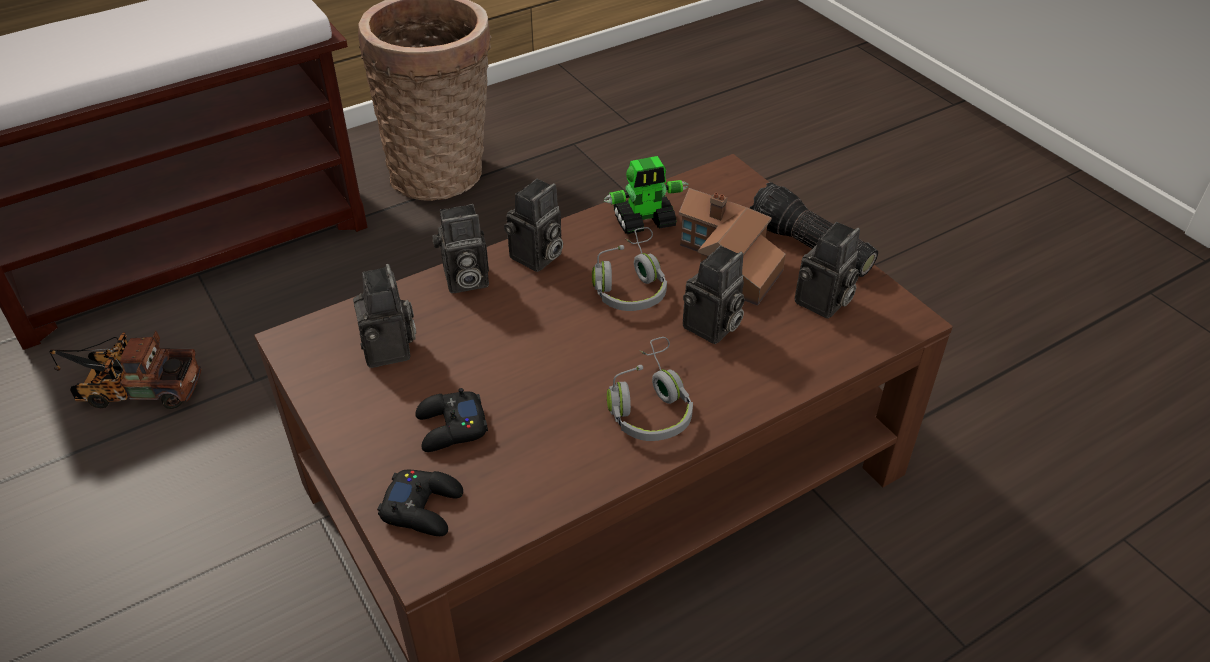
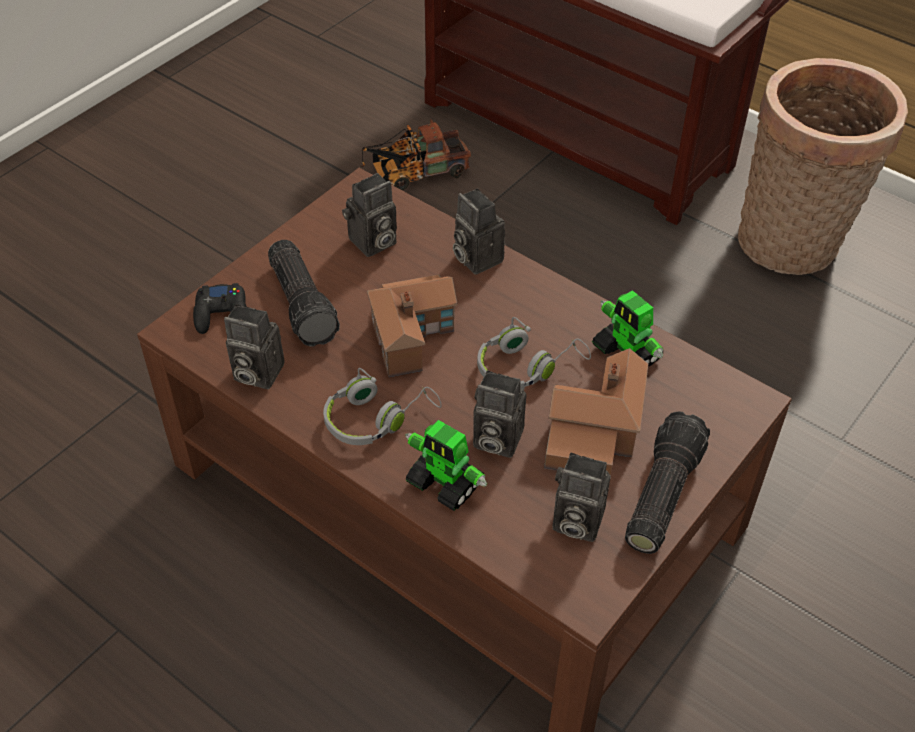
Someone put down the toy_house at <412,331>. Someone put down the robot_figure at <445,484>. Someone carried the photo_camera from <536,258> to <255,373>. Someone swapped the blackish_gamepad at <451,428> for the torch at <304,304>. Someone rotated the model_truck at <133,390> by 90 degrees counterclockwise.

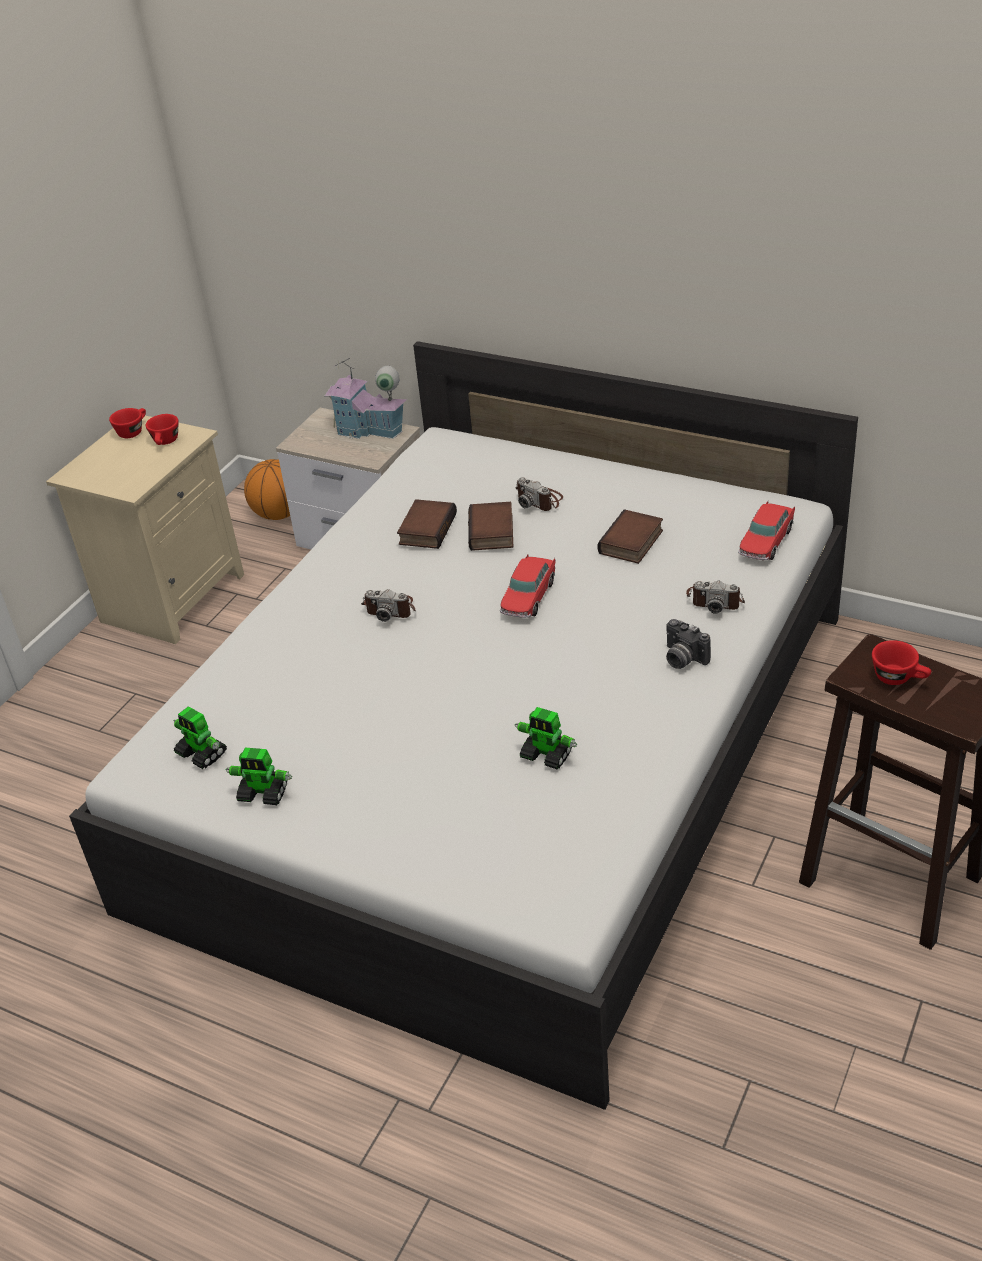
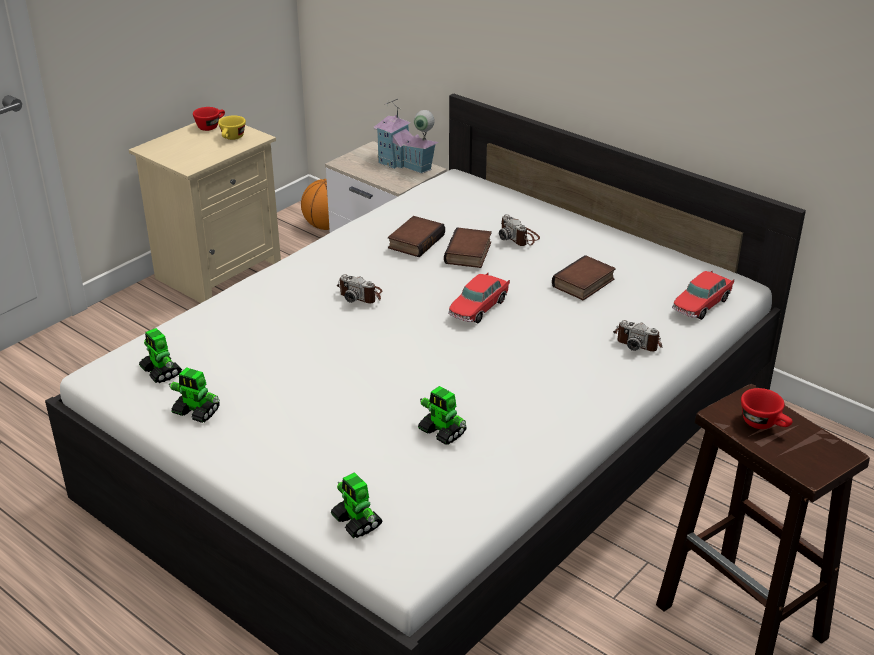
Someone took away the photo_camera at <682,659>. Someone put down the robot_figure at <357,522>. Someone repainted the red-coloured_cup at <165,442>, which became the yellow_cup at <232,138>.

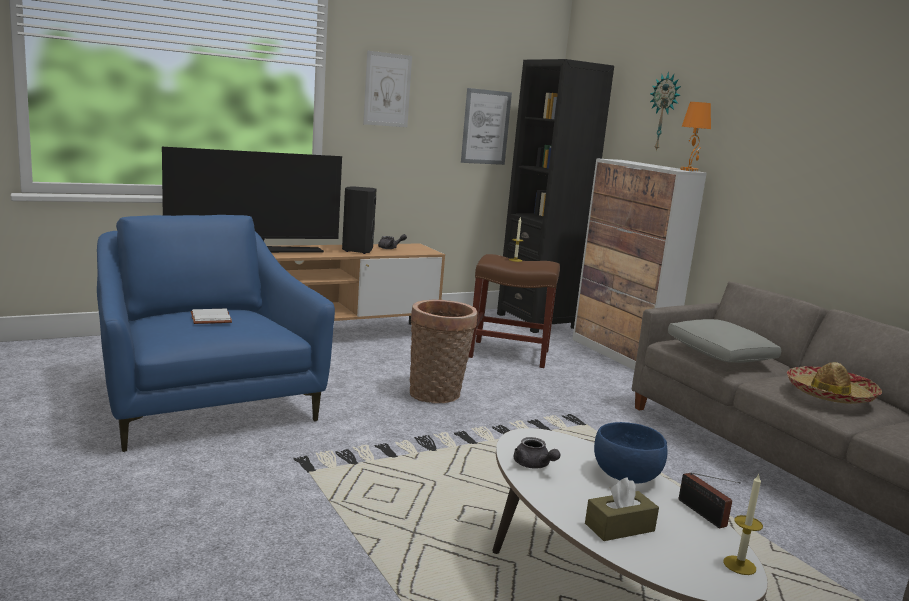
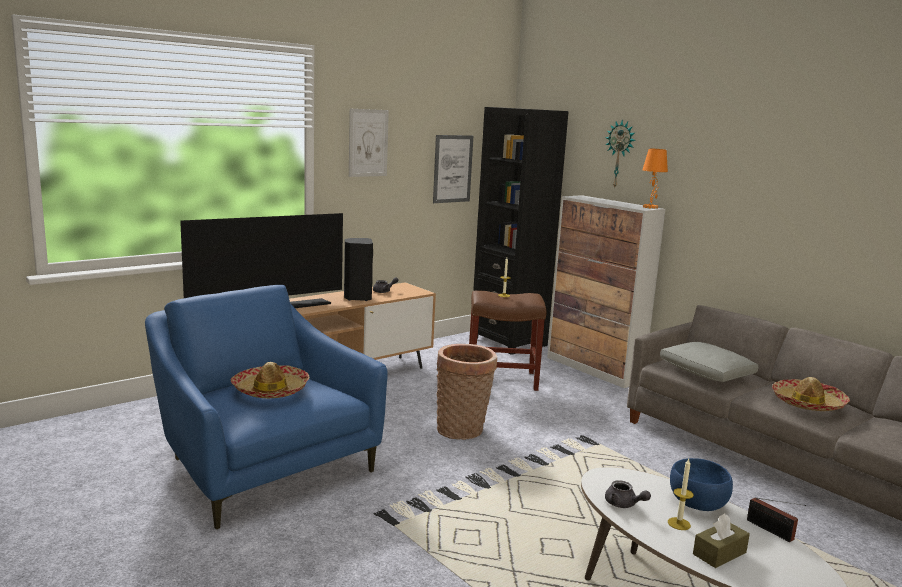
Someone carried the wax_light from <739,565> to <679,523>. Someone swapped the white_book at <209,318> for the wearable_hat at <271,390>.

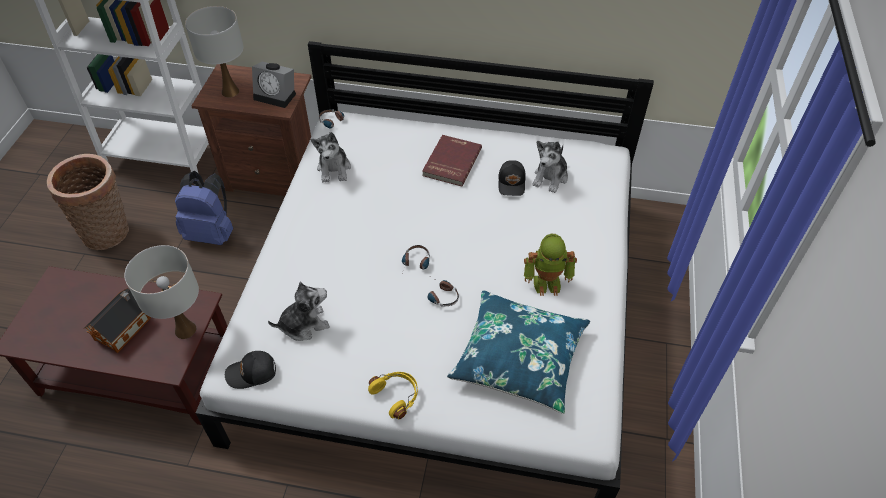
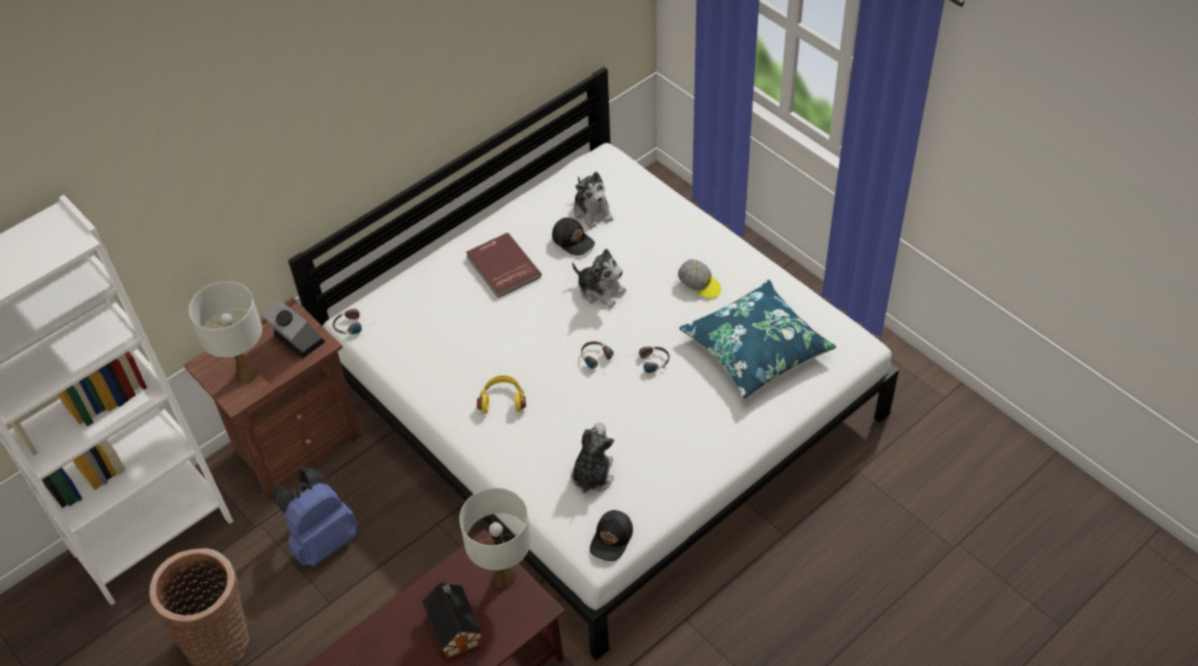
Someone carried the cuddly_toy from <334,168> to <600,291>. Someone carried the yellow_pair_of_headphones from <396,395> to <502,399>. Someone swapped the robot_figure at <547,281> for the peaked_cap at <699,285>. Someone rotated the bedside_clock at <277,96> by 105 degrees counterclockwise.

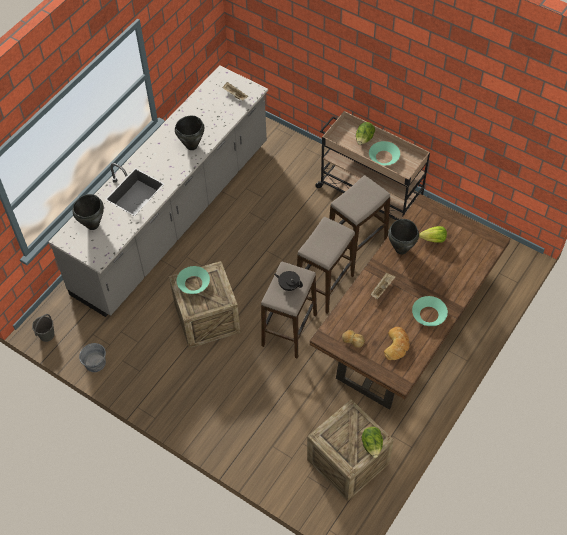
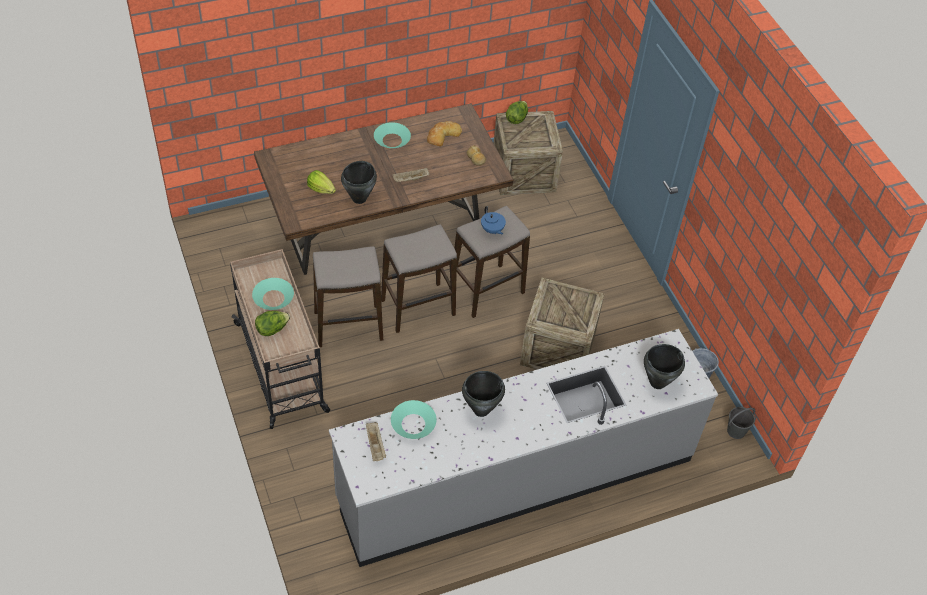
Someone carried the turquoise_bowl from <193,283> to <413,424>. Someone repainted the blackish_teapot at <289,285>, which became the bluish_teapot at <492,230>.

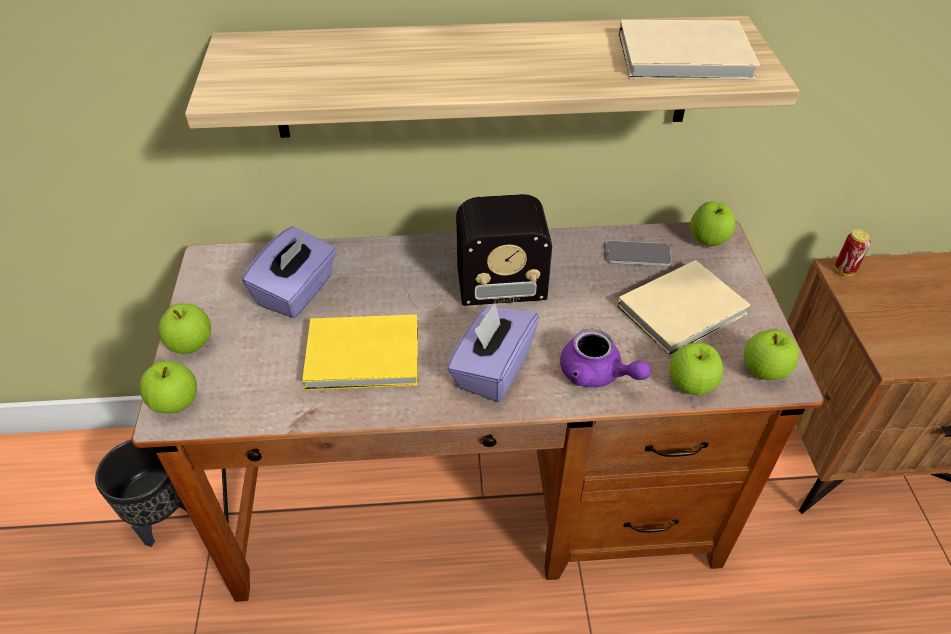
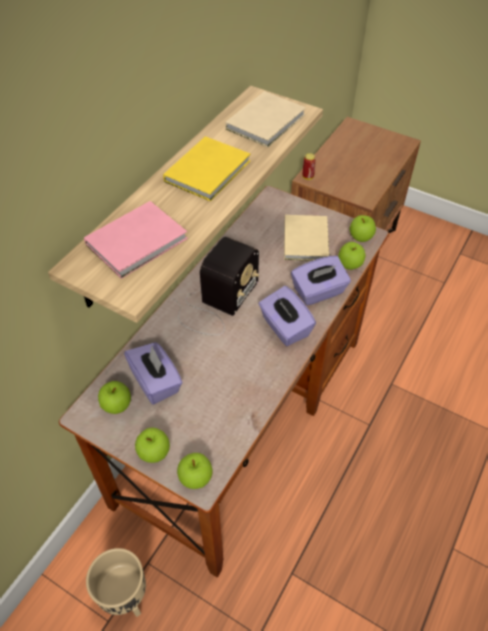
Someone took away the phone at <638,255>. Someone put down the pink_book at <139,241>. Someone carried the yellow_book from <366,357> to <210,170>. Someone carried the whole_apple from <708,240> to <117,405>. Someone swapped the purple_teapot at <597,374> for the purple_box_of_tissues at <319,292>. Someone repainted the blackish_flower_pot at <164,518>, which became the sand-coloured_flower_pot at <125,596>.

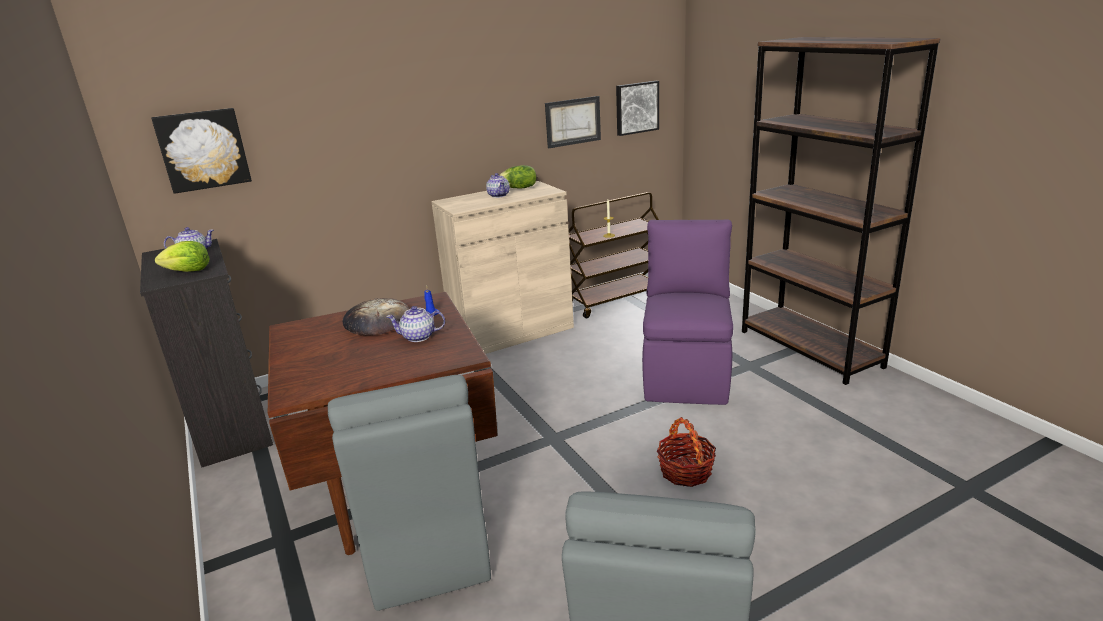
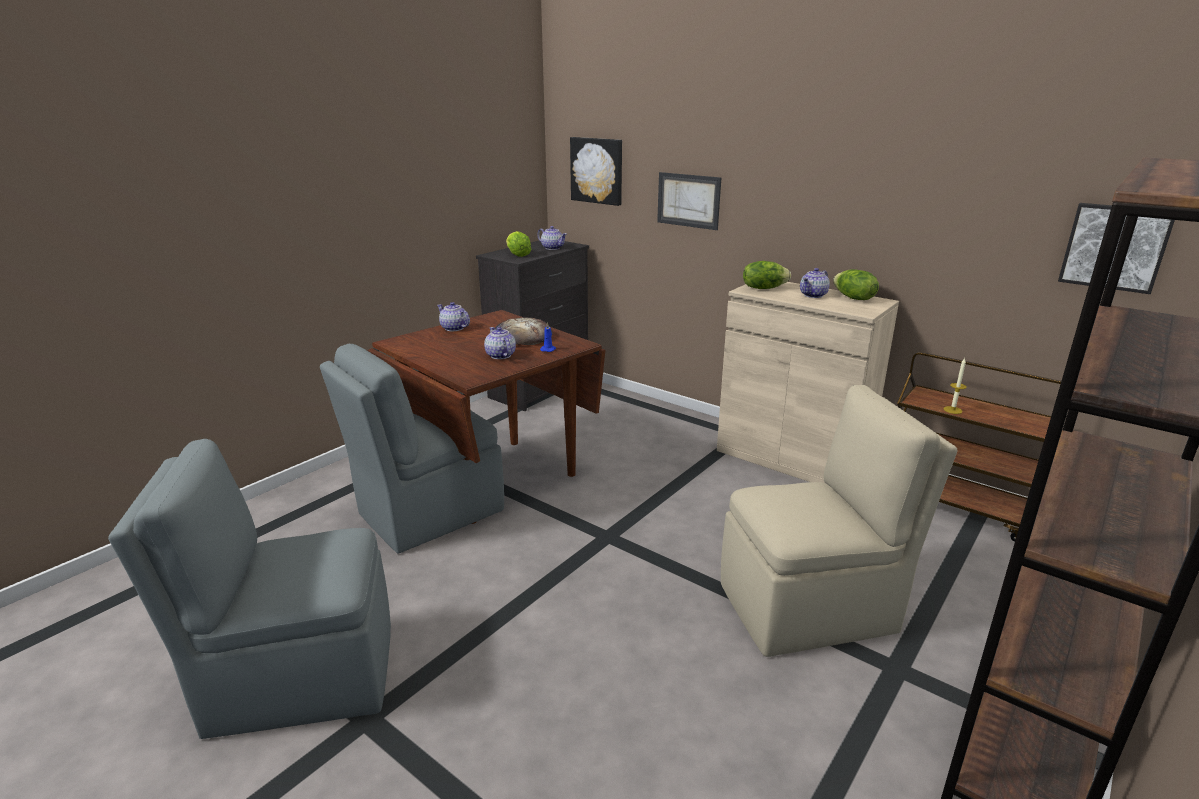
Someone took away the household_basket at <685,471>. Someone put down the teapot at <454,328>. Someone put down the lettuce_head at <763,288>. Someone carried the wall_picture from <573,121> to <688,200>. Someone repainted the purple_upright_chair at <686,375>, which became the sand-coloured_upright_chair at <811,607>.

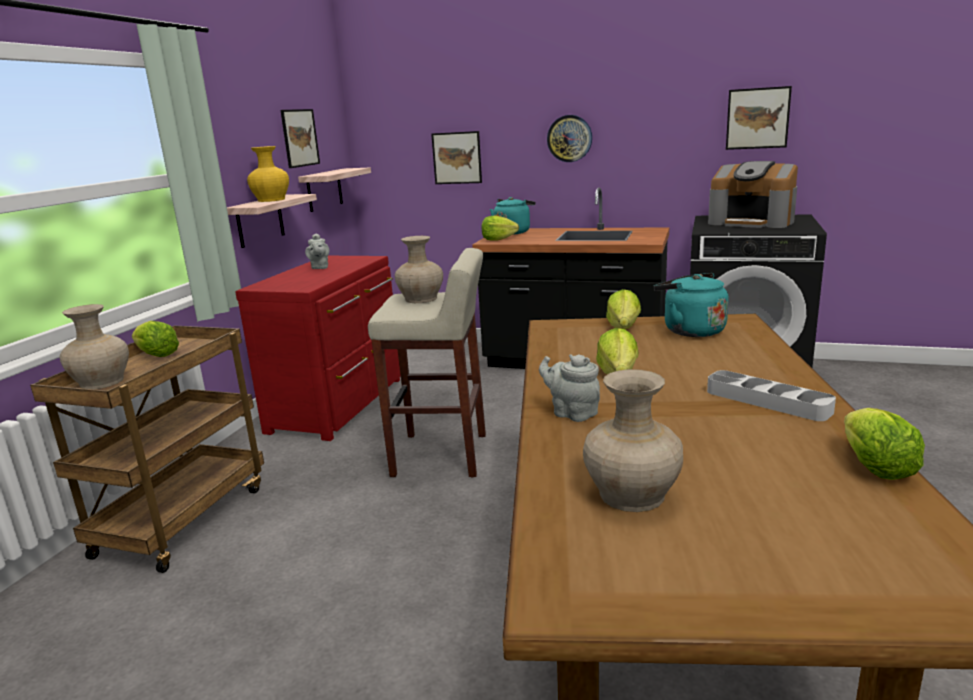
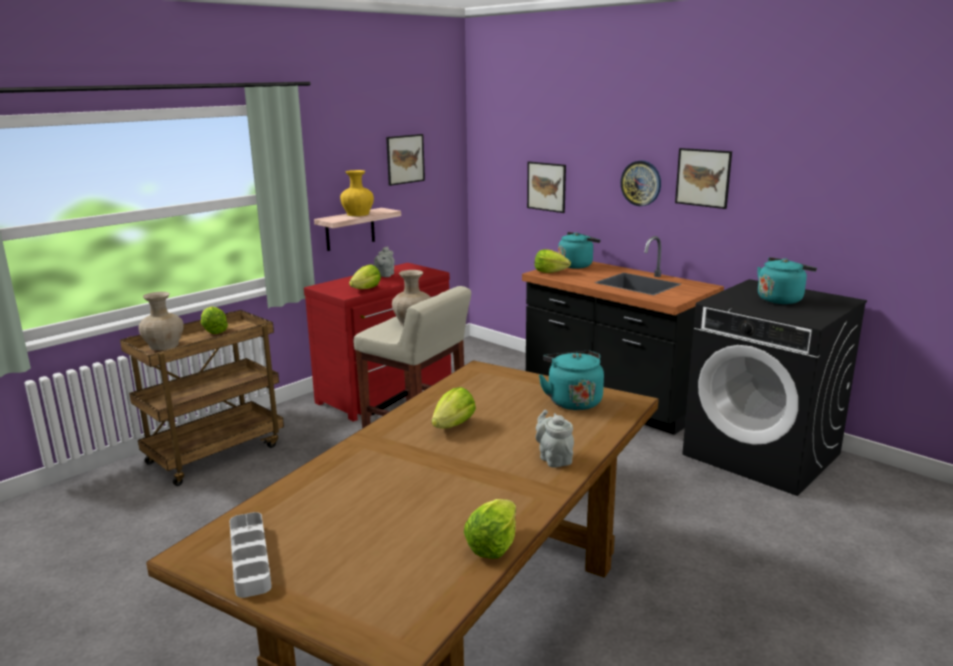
Someone took away the bracket_shelf at <324,190>. Someone took away the sand-coloured_vase at <633,494>. Someone carried the grey_teapot from <572,413> to <554,458>. Someone carried the lettuce_head from <623,328> to <366,289>. Someone carried the grey_carrying_tray from <767,401> to <250,558>. Someone carried the wall_picture from <757,118> to <703,178>. Someone swapped the coffee_brewer at <752,222> for the turquoise_tea_kettle at <781,299>.

